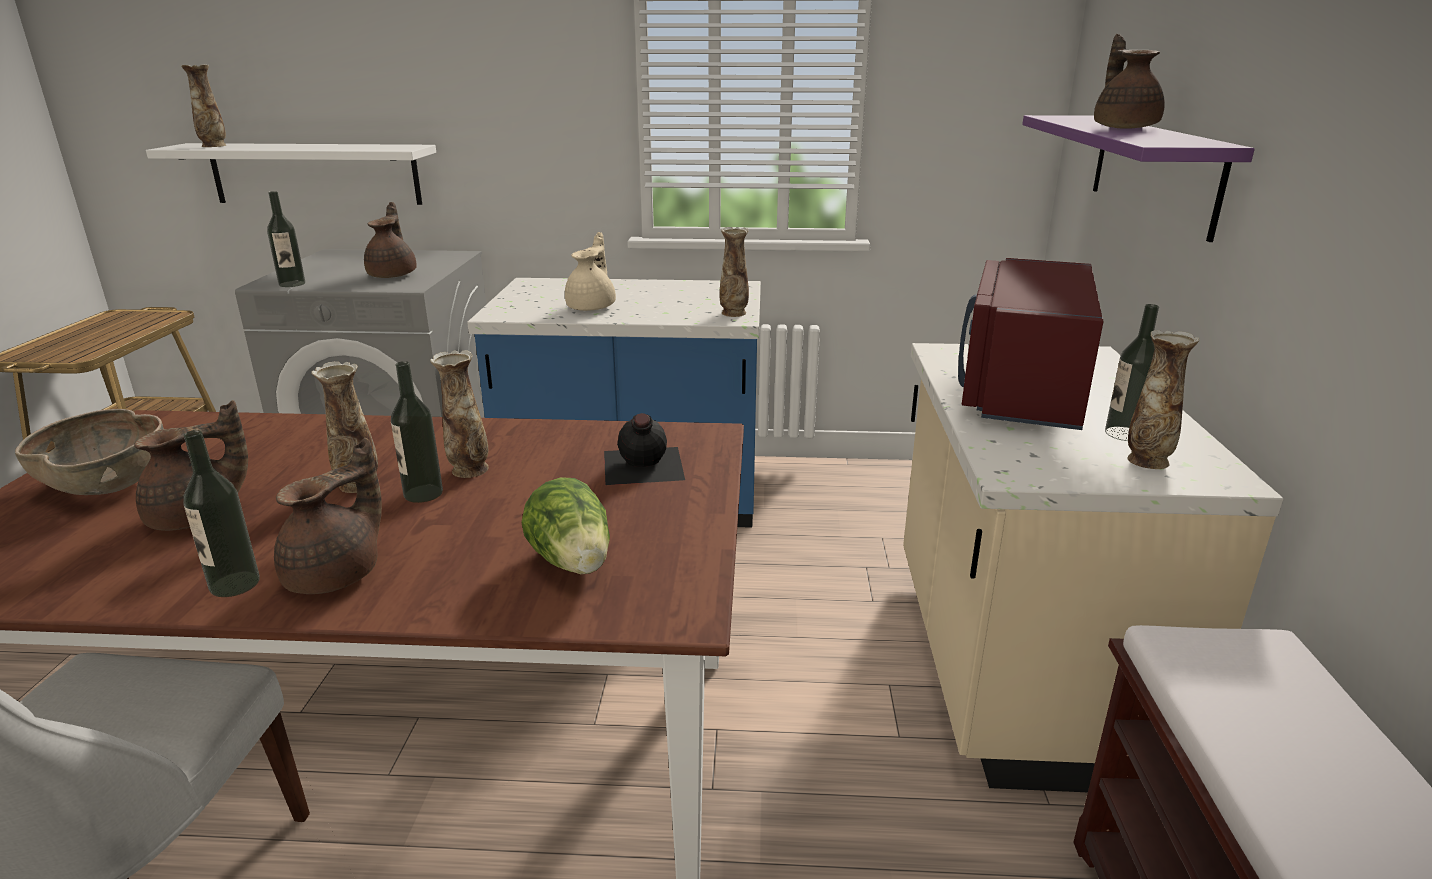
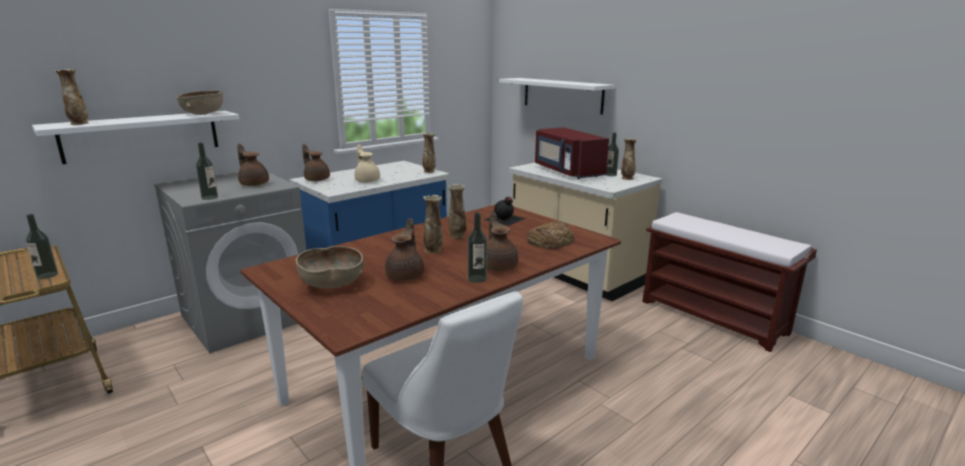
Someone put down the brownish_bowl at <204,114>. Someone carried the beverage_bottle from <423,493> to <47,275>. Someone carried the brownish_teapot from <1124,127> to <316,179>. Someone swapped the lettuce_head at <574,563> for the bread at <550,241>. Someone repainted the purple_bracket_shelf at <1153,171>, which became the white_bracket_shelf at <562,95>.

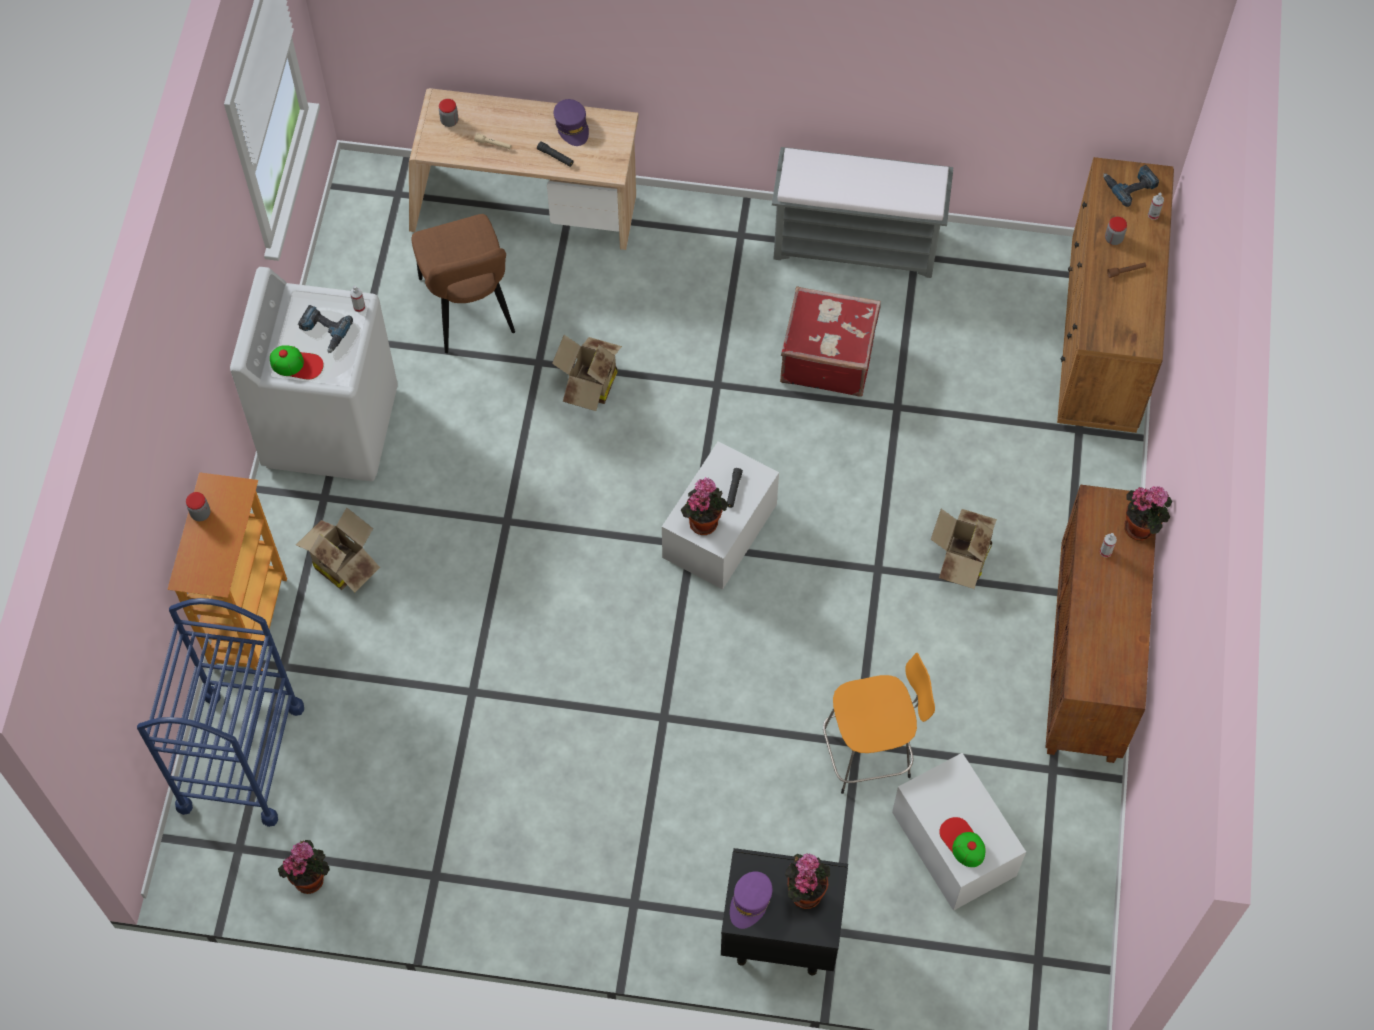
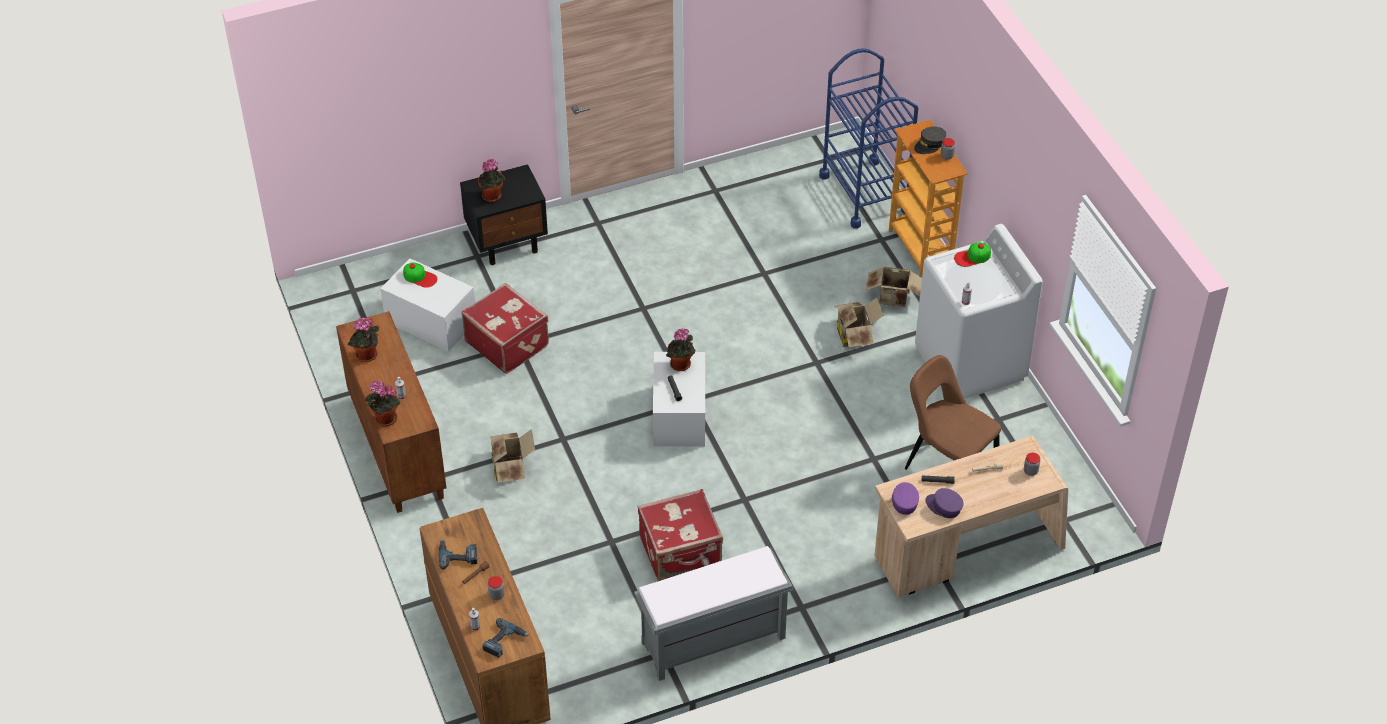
Someone put down the grey_peaked_cap at <930,144>. Someone carried the houseplant from <310,877> to <367,356>. Someone carried the drill from <323,331> to <458,555>. Someone carried the packing_box from <589,385> to <855,335>. Someone carried the purple_peaked_cap from <750,902> to <904,501>. Someone swapped the orangey_stool_seat at <870,752> for the red-coloured_piece_of_luggage at <507,343>.

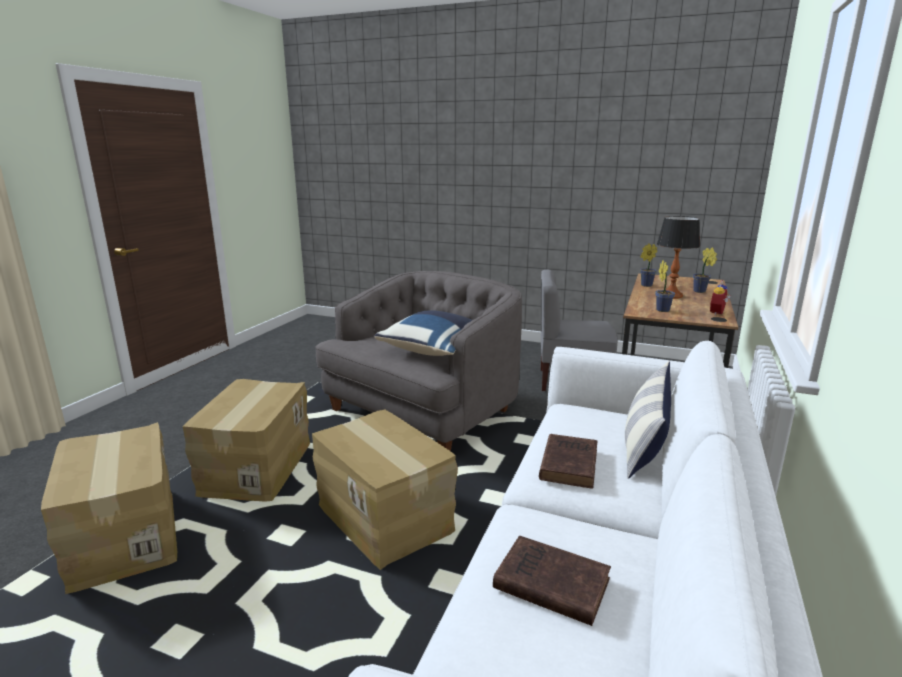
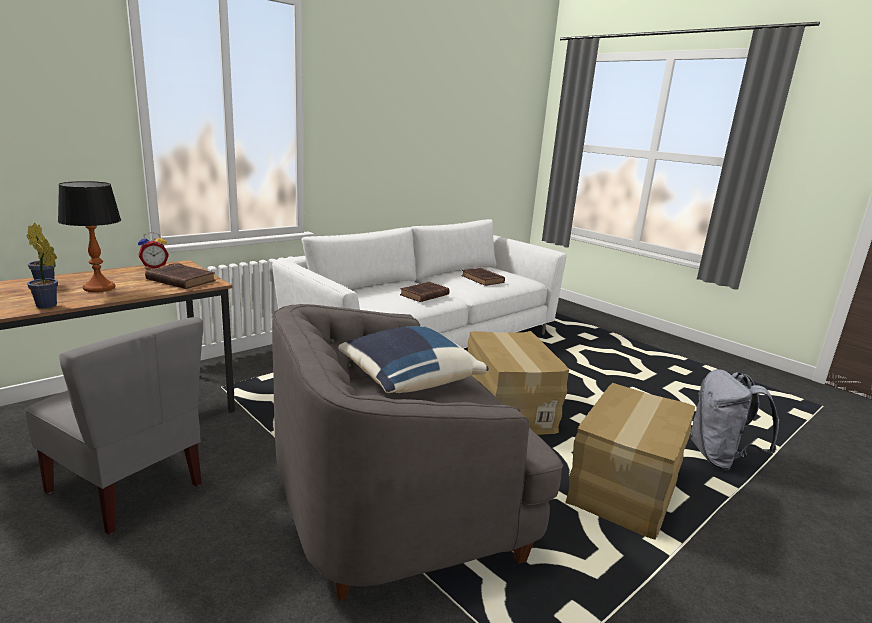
Someone took away the pillow at <644,443>. Someone swapped the packing_box at <123,538> for the grey_rucksack at <720,458>. Someone swapped the houseplant at <662,310> for the brownish_book at <179,280>.

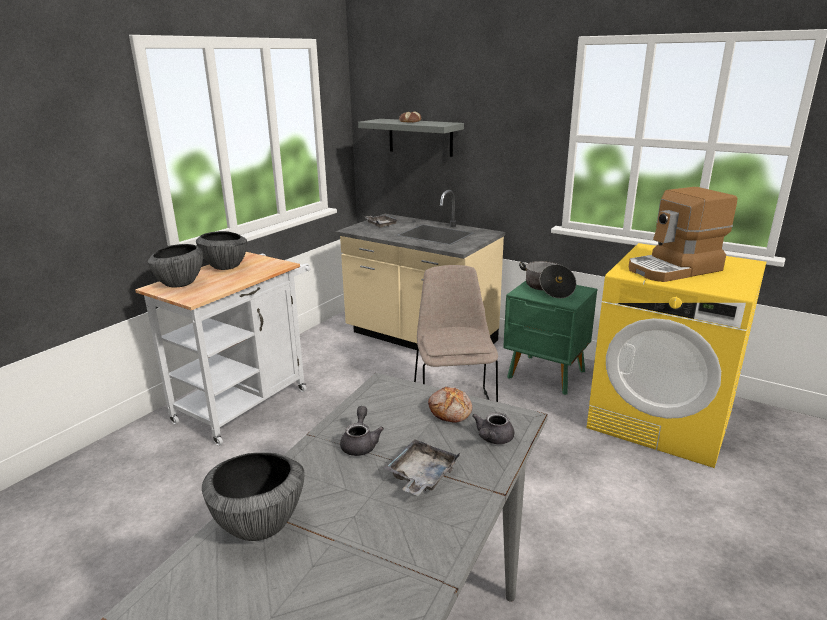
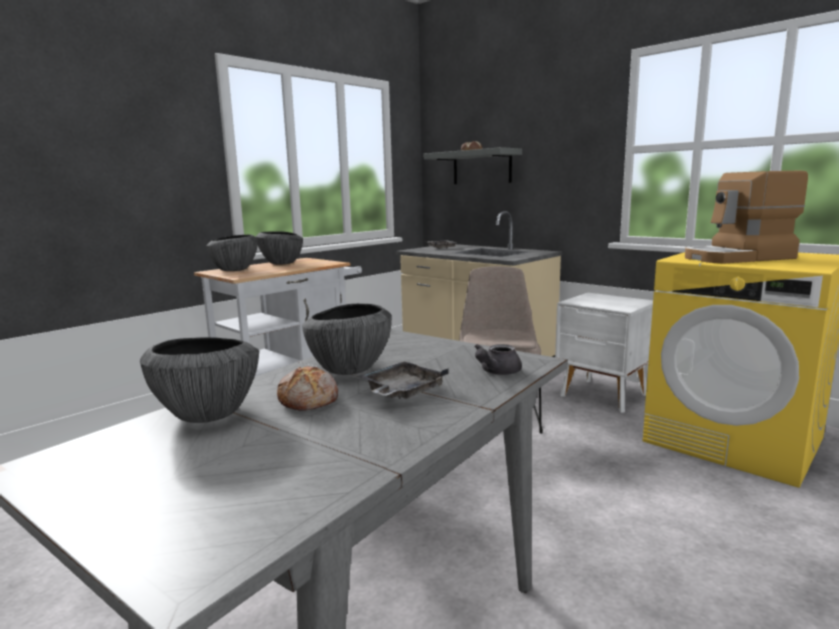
Someone took away the cooking_pot at <547,288>. Someone carried the bread from <451,411> to <309,400>. Someone swapped the grey_teapot at <360,443> for the bowl at <349,369>. Someone repainted the greenish_bedside_table at <546,375>, which became the white_bedside_table at <603,396>.

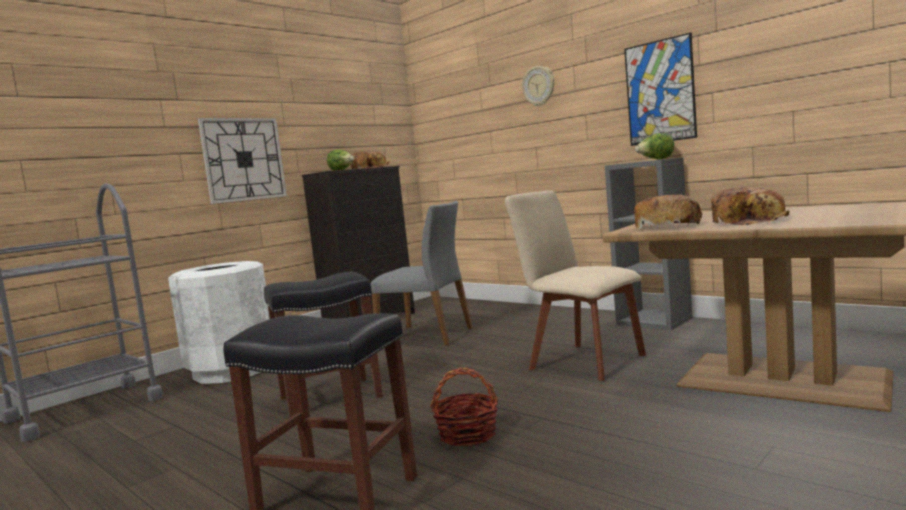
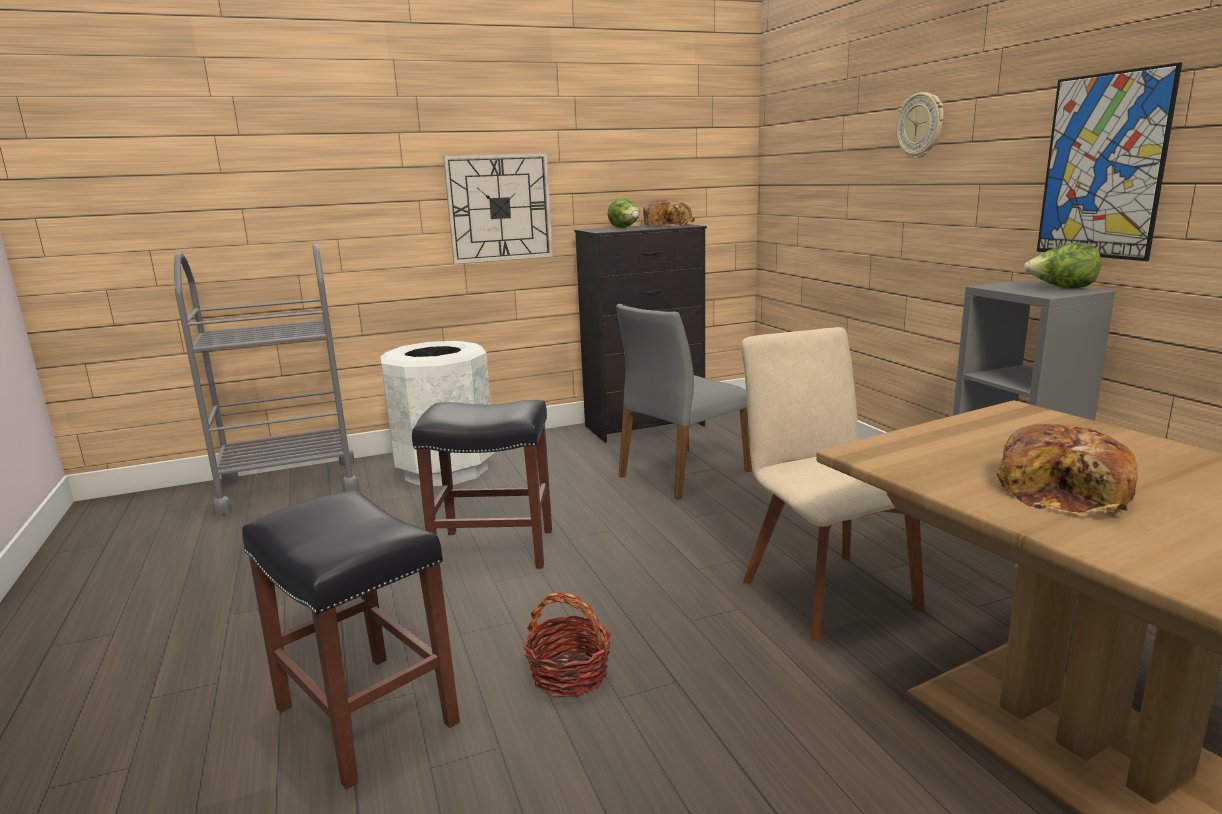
Someone took away the bread at <666,226>. Someone rotated the grey_upright_chair at <427,335> by 90 degrees clockwise.

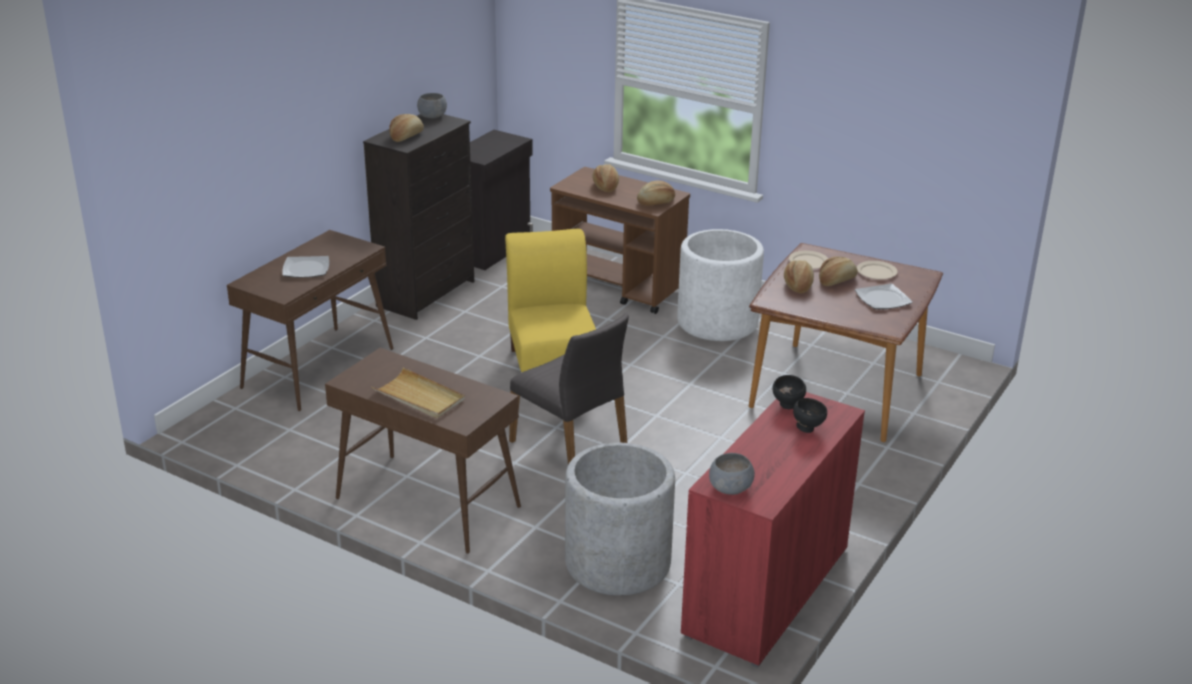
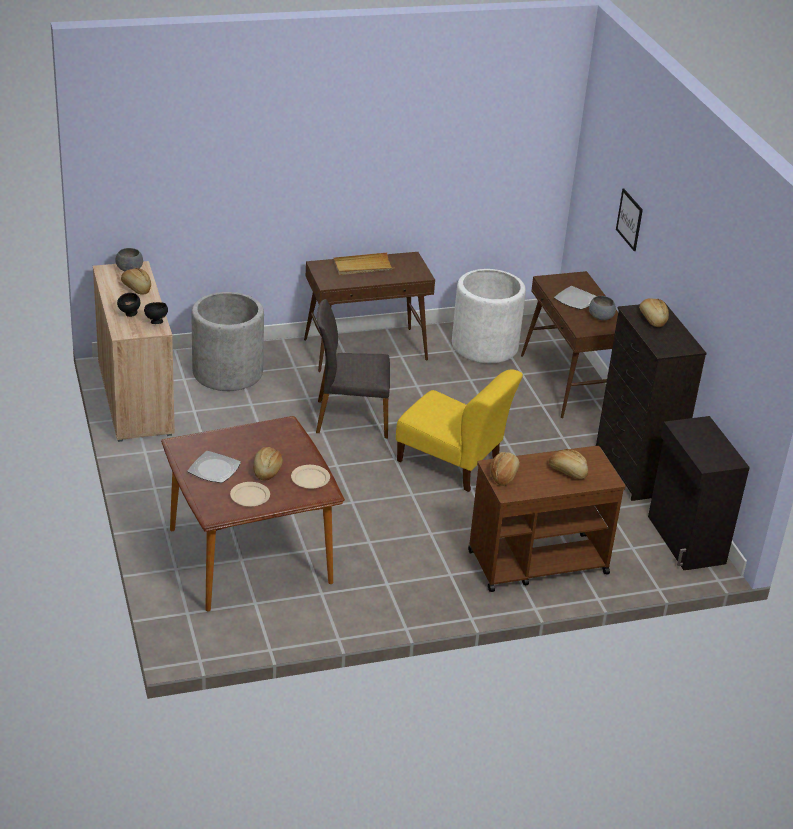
Someone put up the wall_picture at <629,219>. Someone carried the grey_bowl from <432,116> to <601,317>. Someone carried the white_flower_pot from <717,322> to <484,346>. Someone carried the bread from <798,285> to <136,288>. Someone repainted the red-coloured_storage_cabinet at <766,591>, which became the sand-coloured_storage_cabinet at <135,398>.

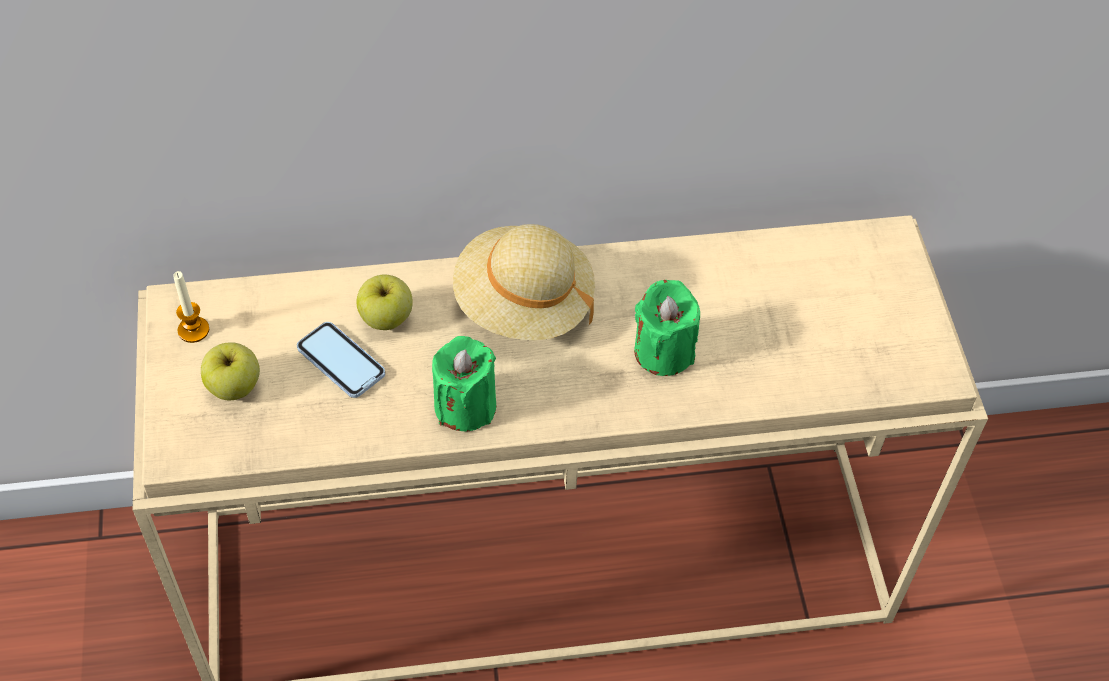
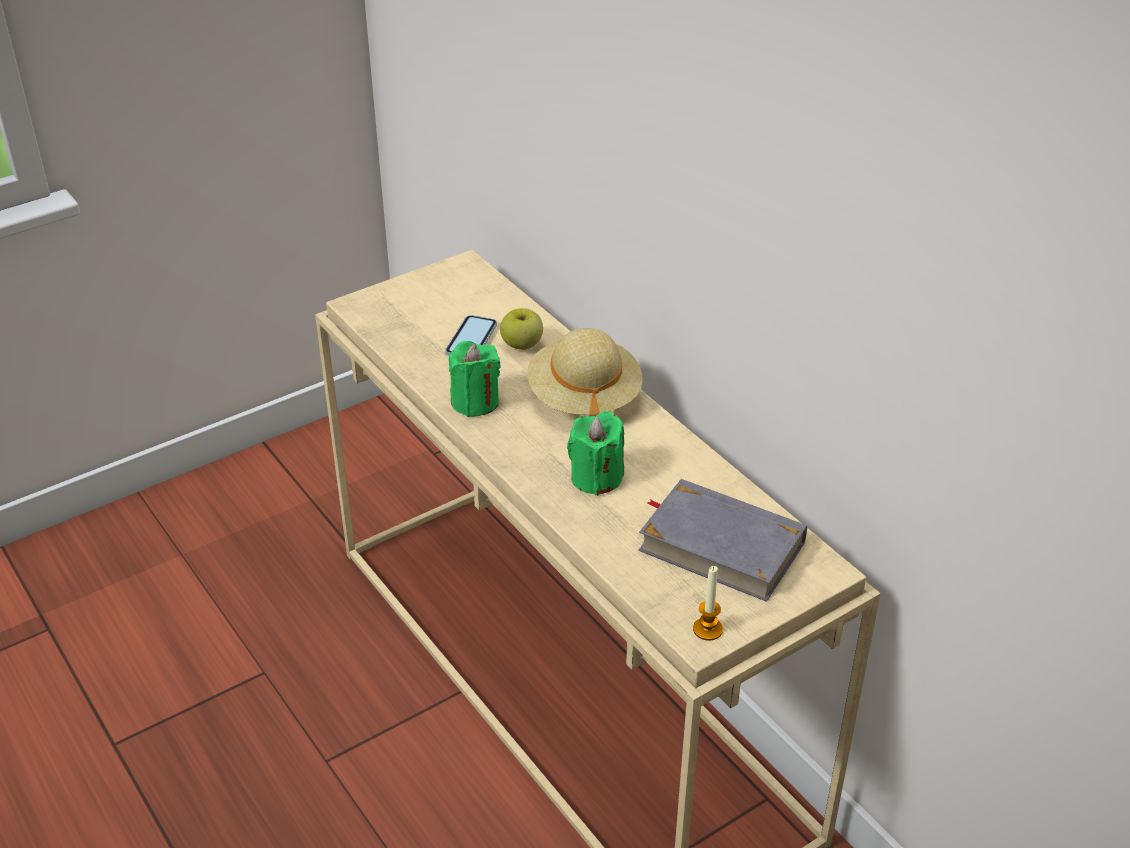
Someone took away the whole_apple at <234,386>. Someone put down the grey_book at <721,545>. Someone carried the wax_light from <193,330> to <707,629>.

